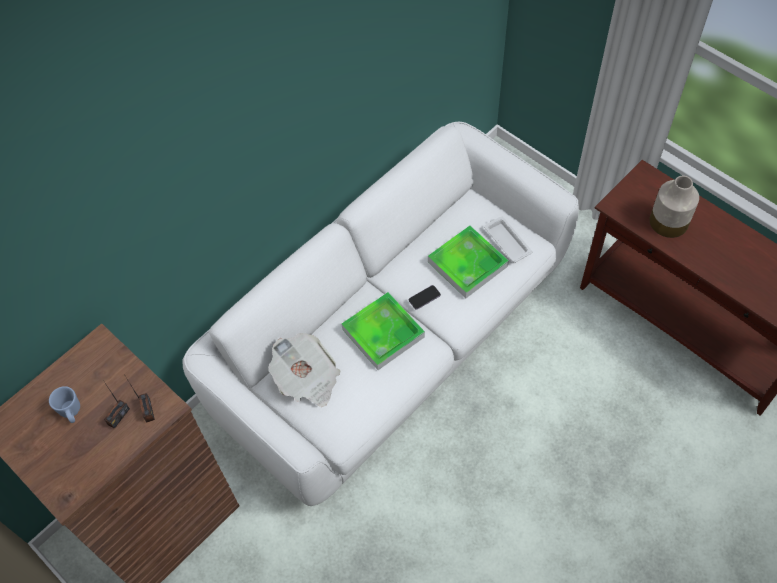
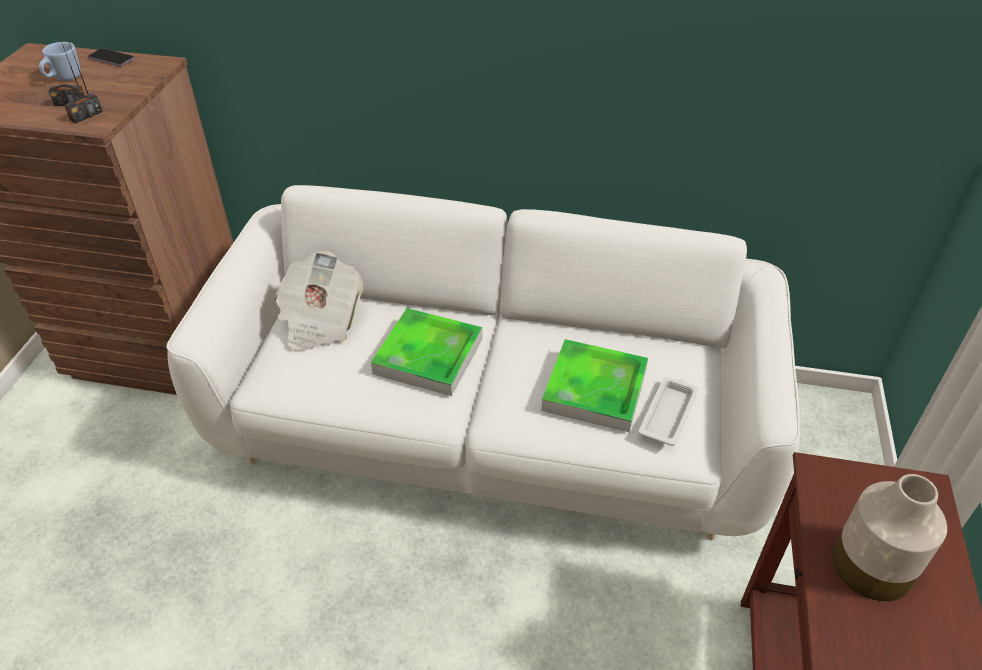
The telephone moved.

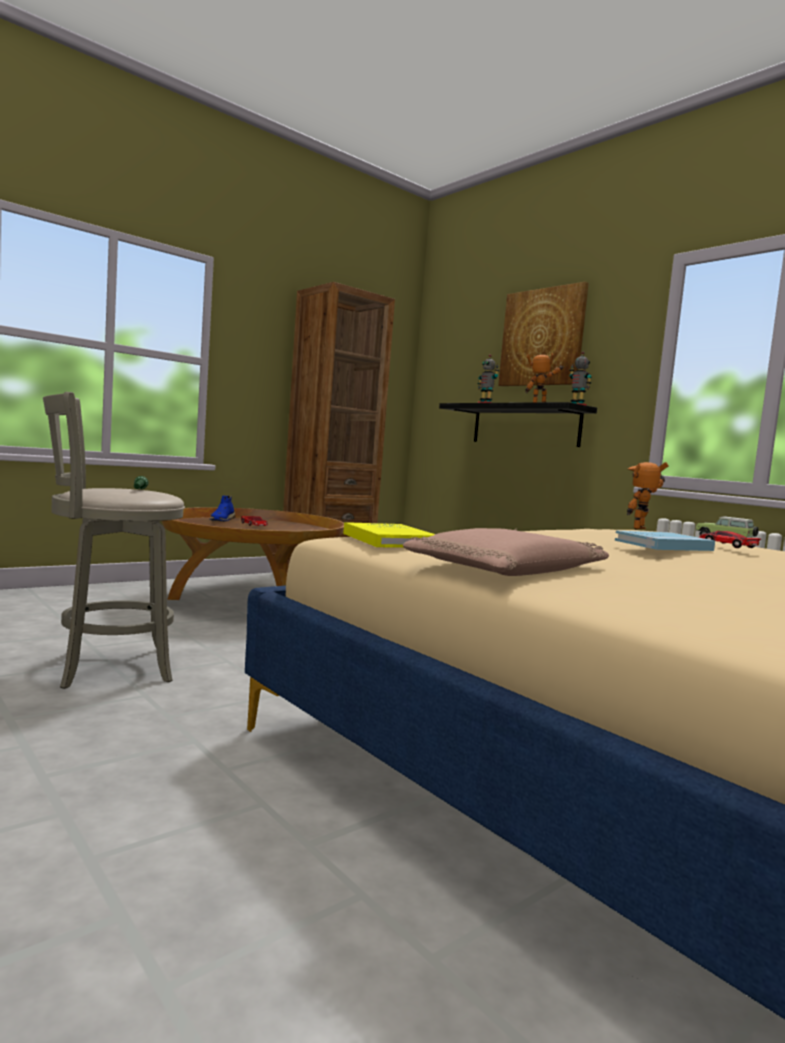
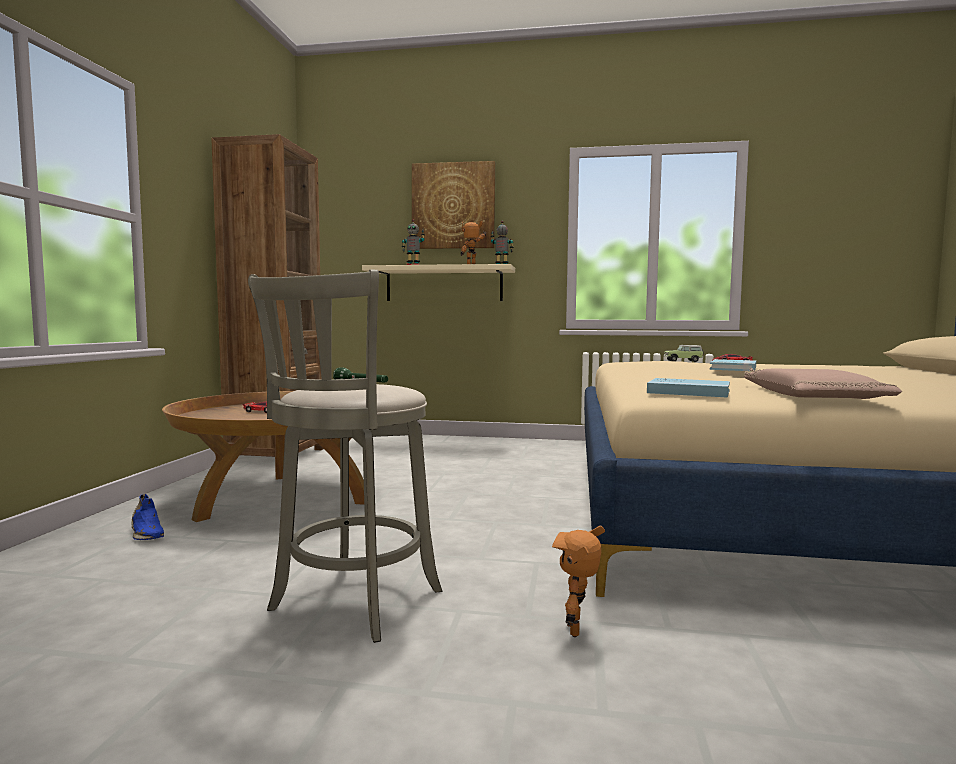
The low shoe (blue) moved. The shelf (black-coloured) became the shelf (sand-coloured). The robot figure (no. 4 from left) moved. The volume (yellow-coloured) became the volume (blue) (no. 1 from left).

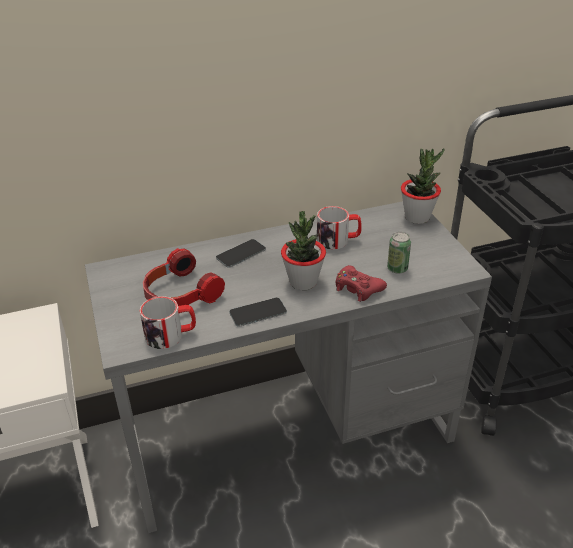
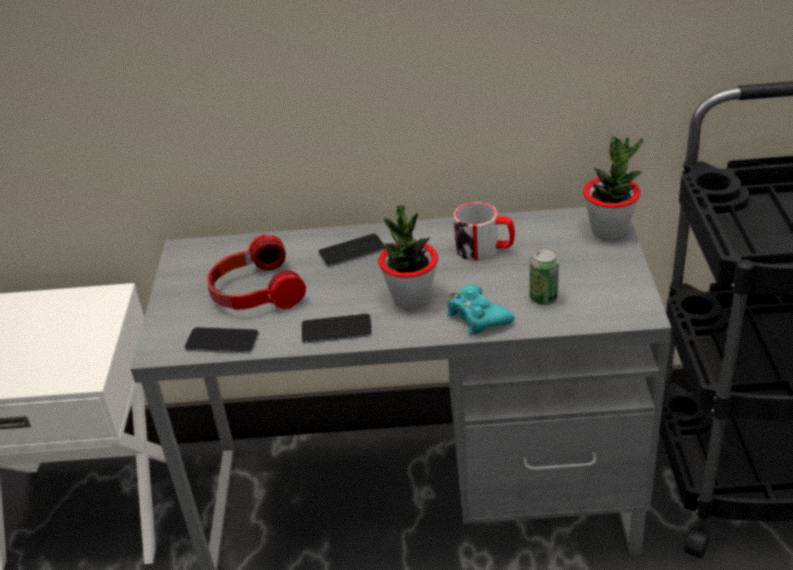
The mug (no. 1 from left) was replaced by the telephone (no. 1 from left). The joypad (reddish) became the joypad (turquoise).

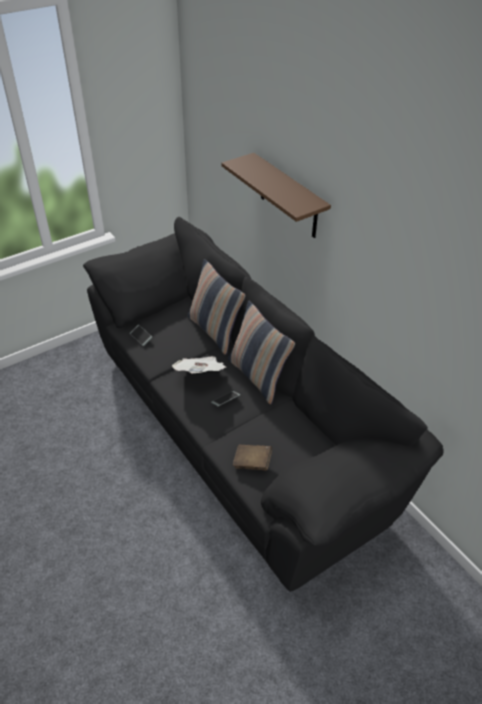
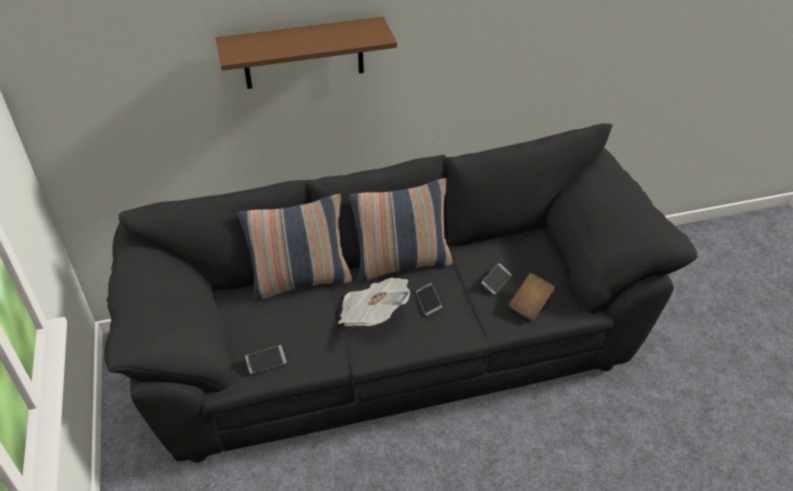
The telephone (no. 3 from left) appeared.

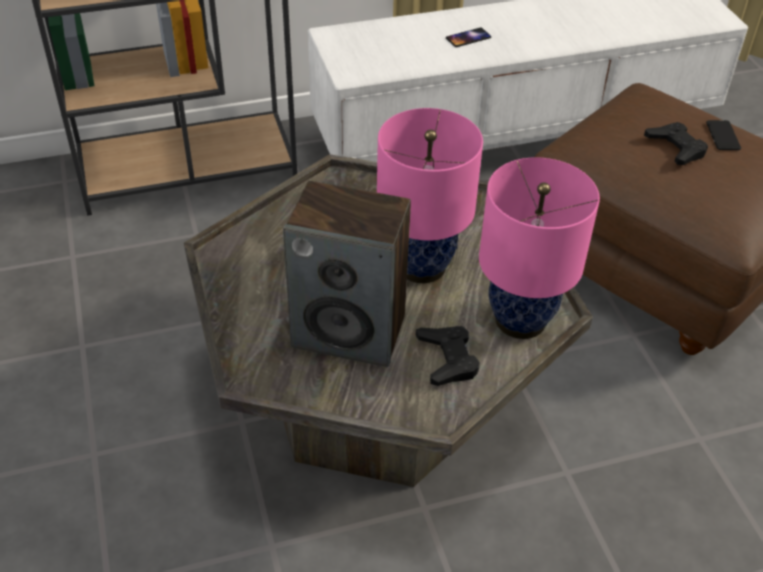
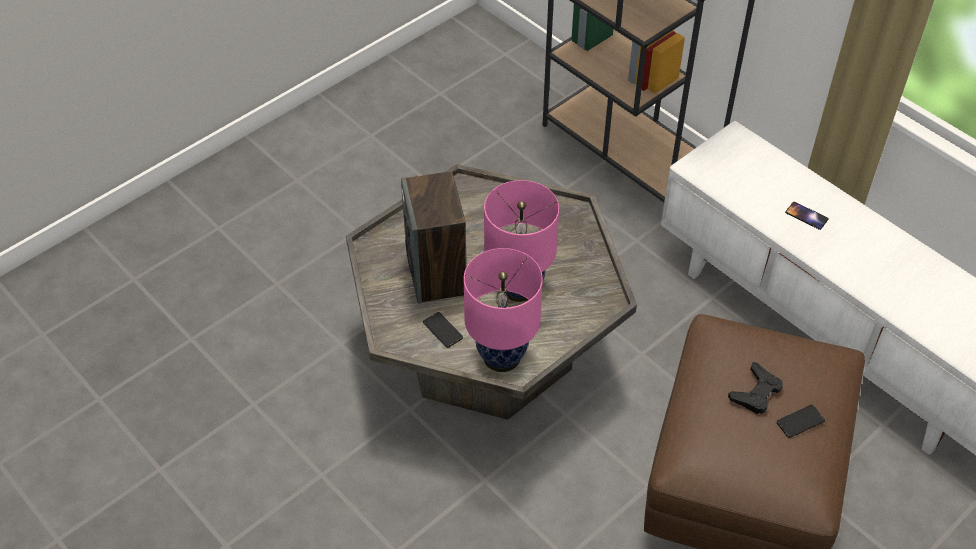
The joypad (black-coloured) (no. 1 from left) was replaced by the telephone (no. 1 from left).

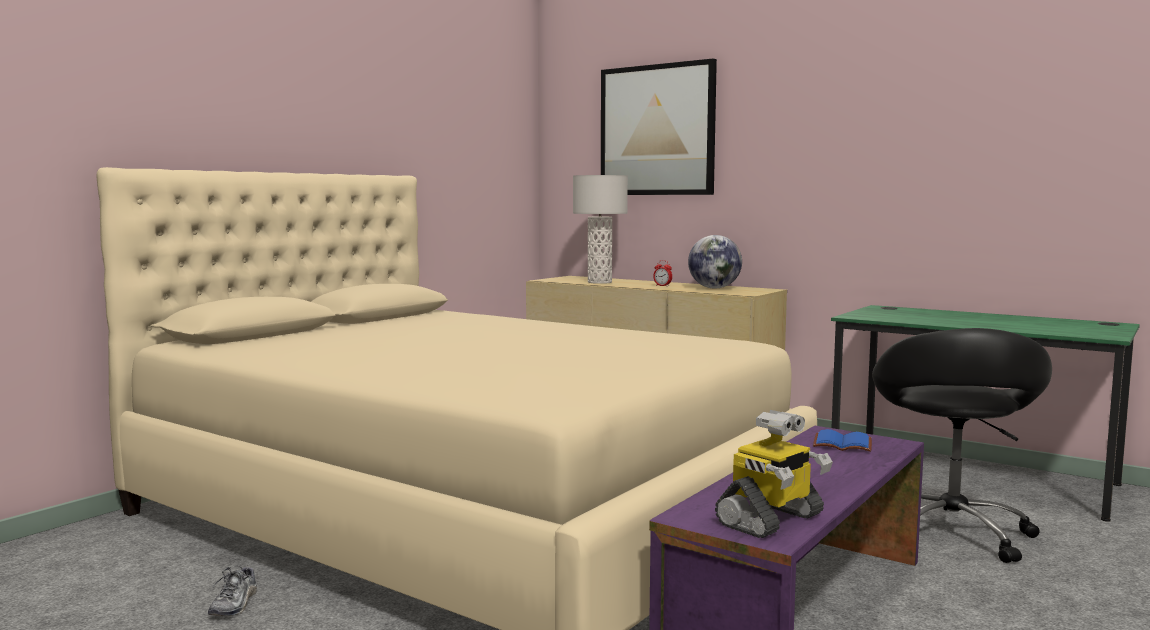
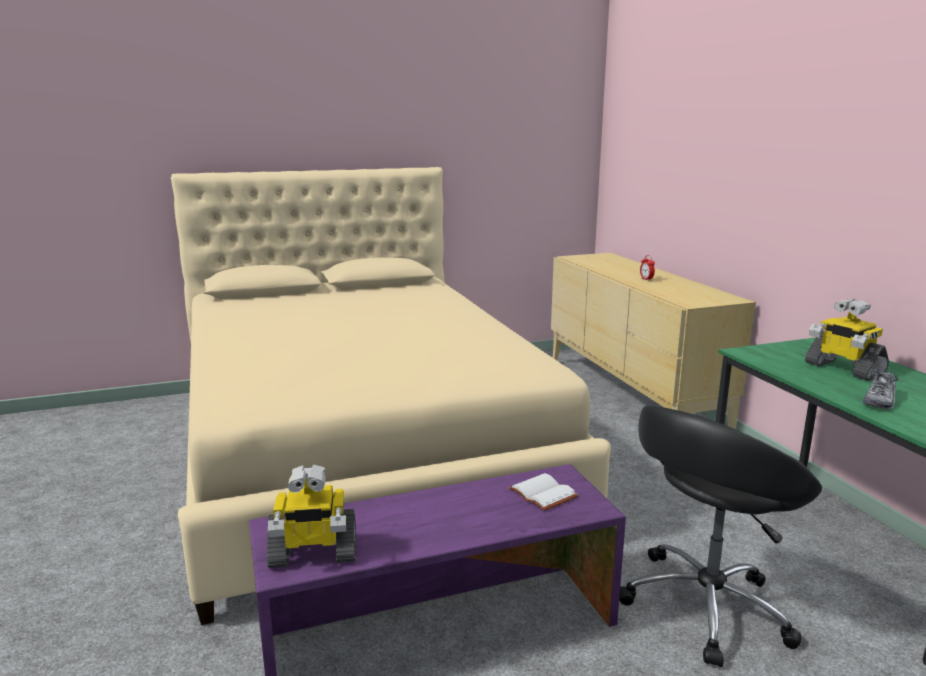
The volume (blue) became the volume (whitish). The robot figure (no. 2 from left) appeared. The low shoe moved. The lamp for a table (whitish) disappeared. The picture disappeared. The world globe disappeared.

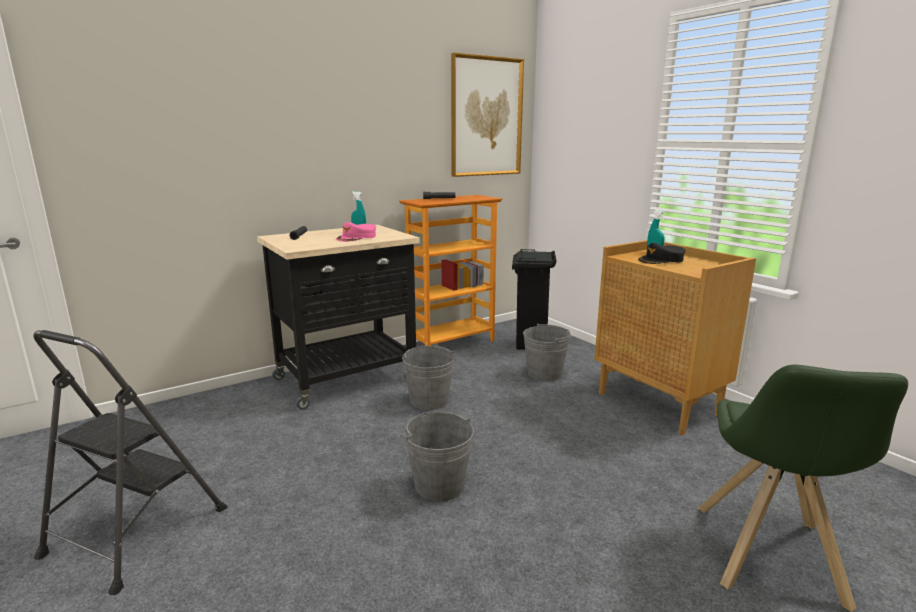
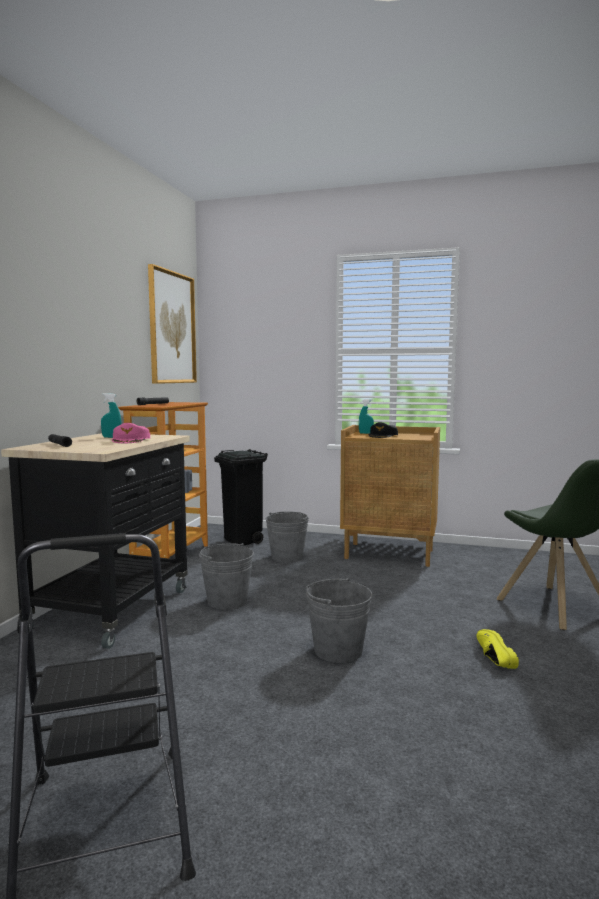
The low shoe (yellow-coloured) appeared.

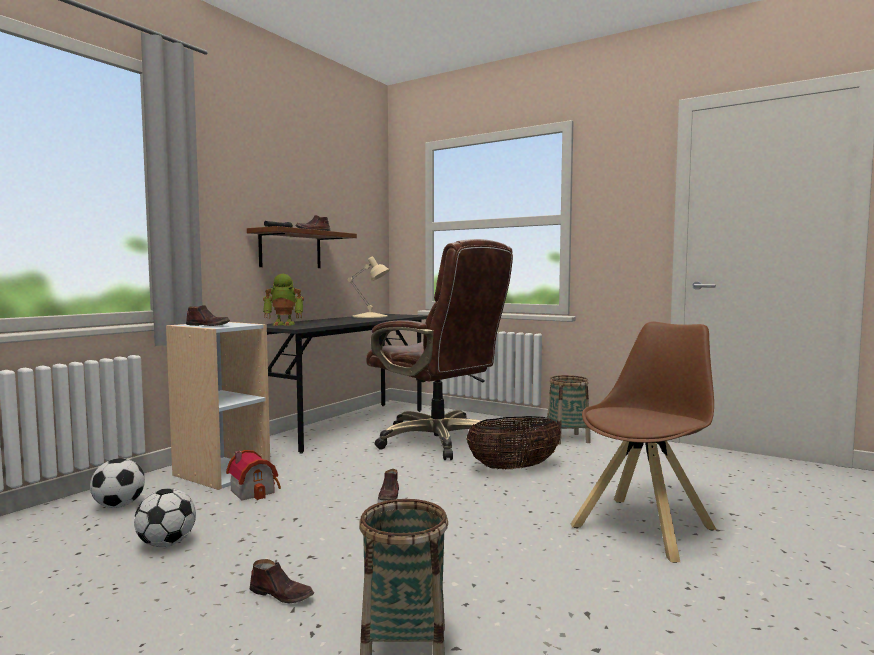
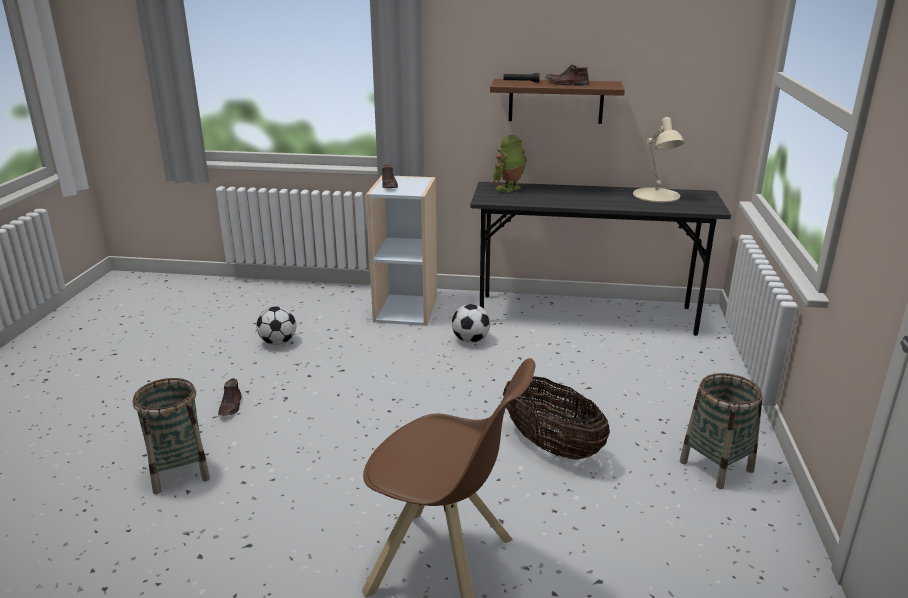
The ball for football (no. 1 from left in the first image) moved. The robot figure turned 75 degrees clockwise. The model house disappeared. The office chair (brown) disappeared. The low shoe (brown) (no. 4 from left) disappeared.

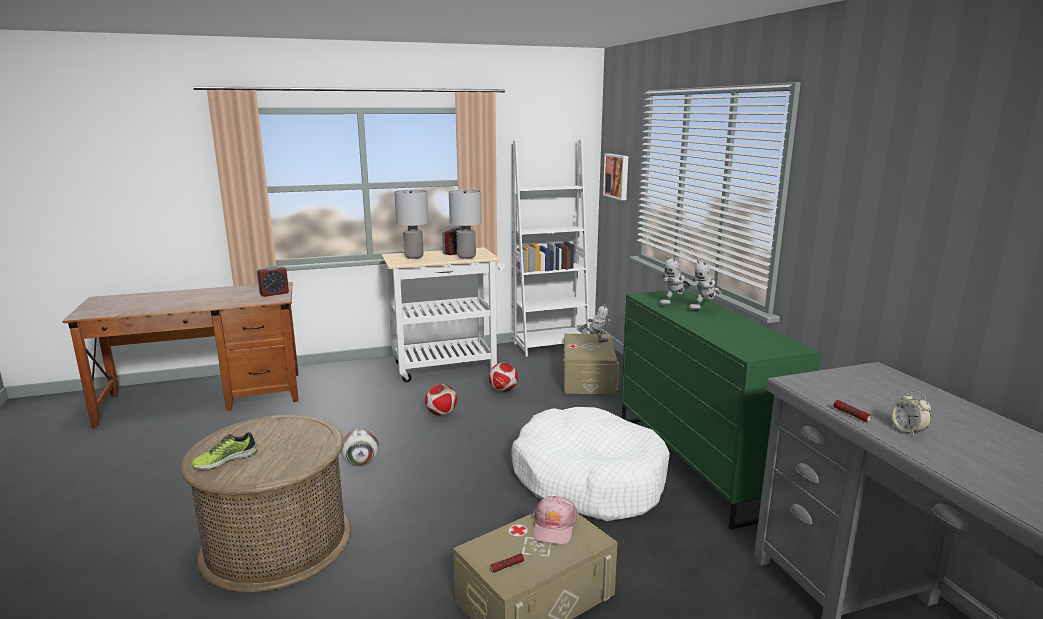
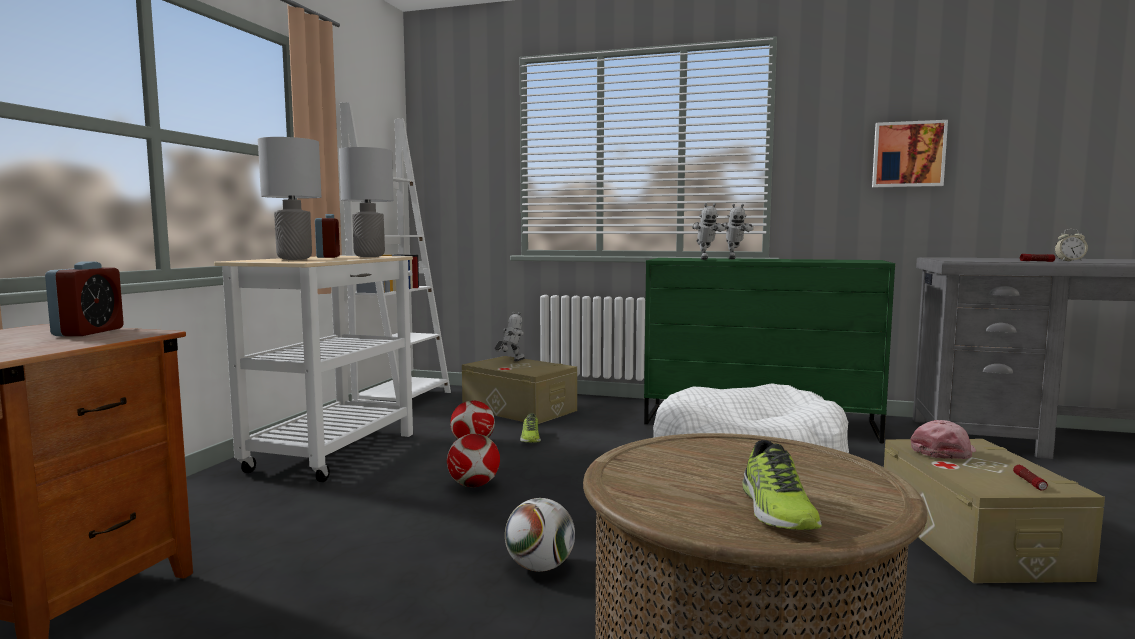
The low shoe (no. 1 from left) appeared. The picture moved. The baseball cap (pinkish) turned 90 degrees counterclockwise.

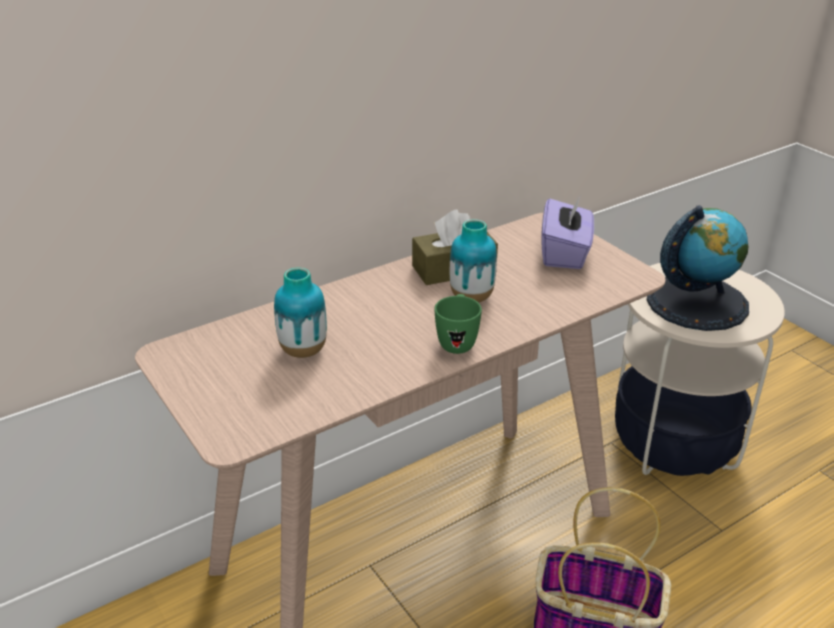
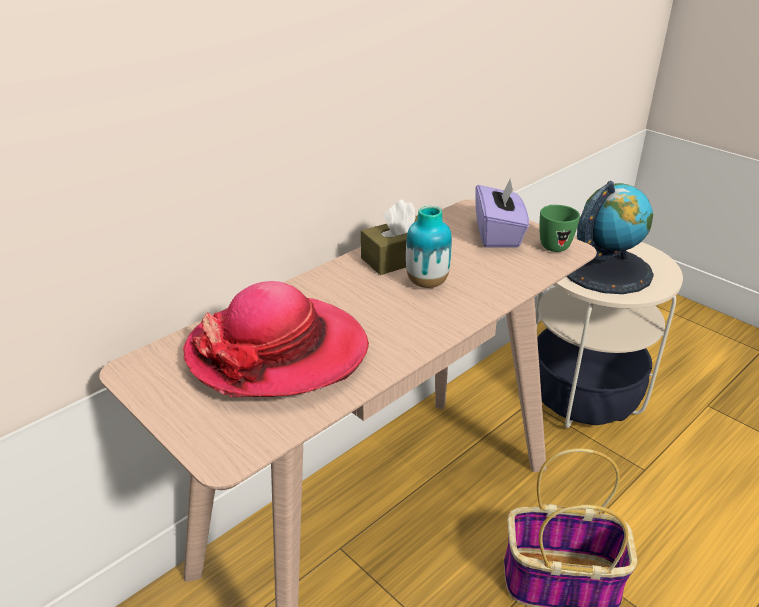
The flower vase (no. 1 from left) was replaced by the clothing hat. The mug (greenish) moved.

